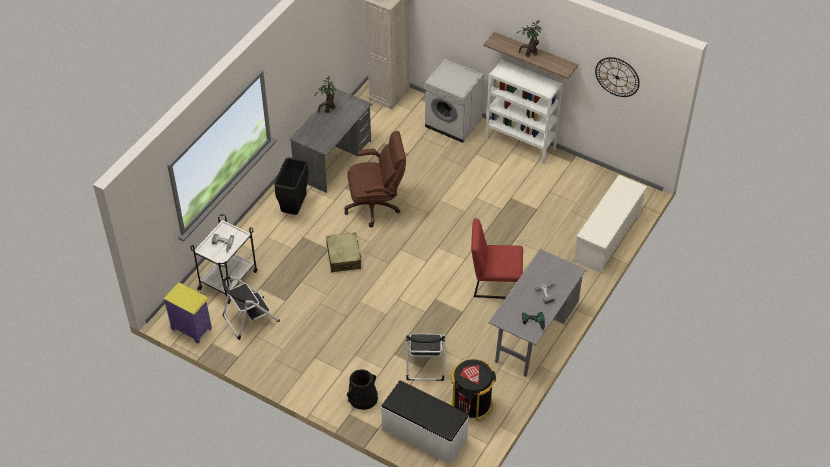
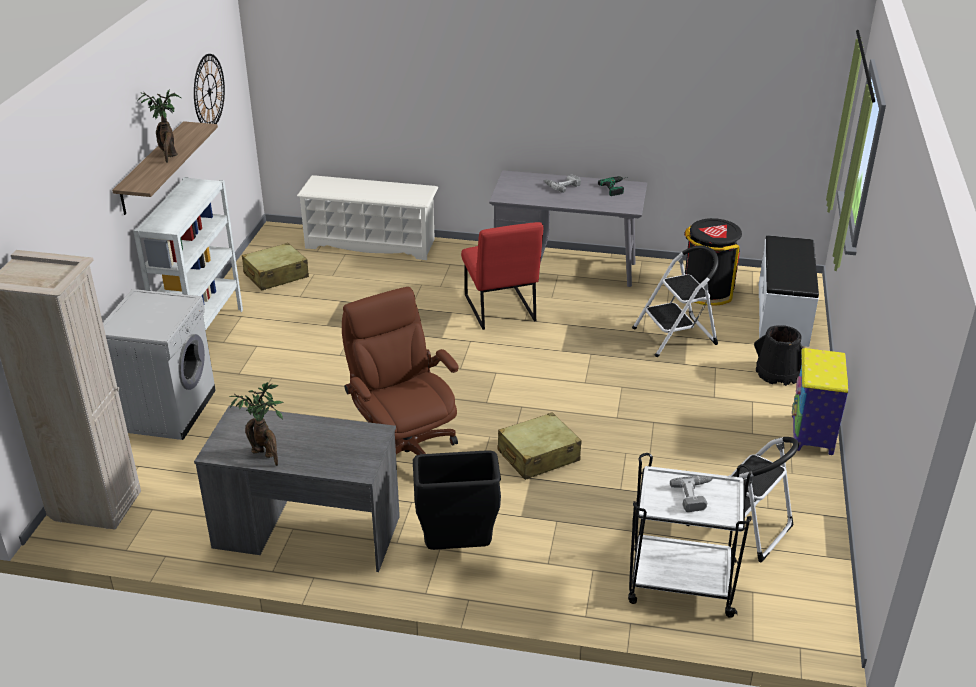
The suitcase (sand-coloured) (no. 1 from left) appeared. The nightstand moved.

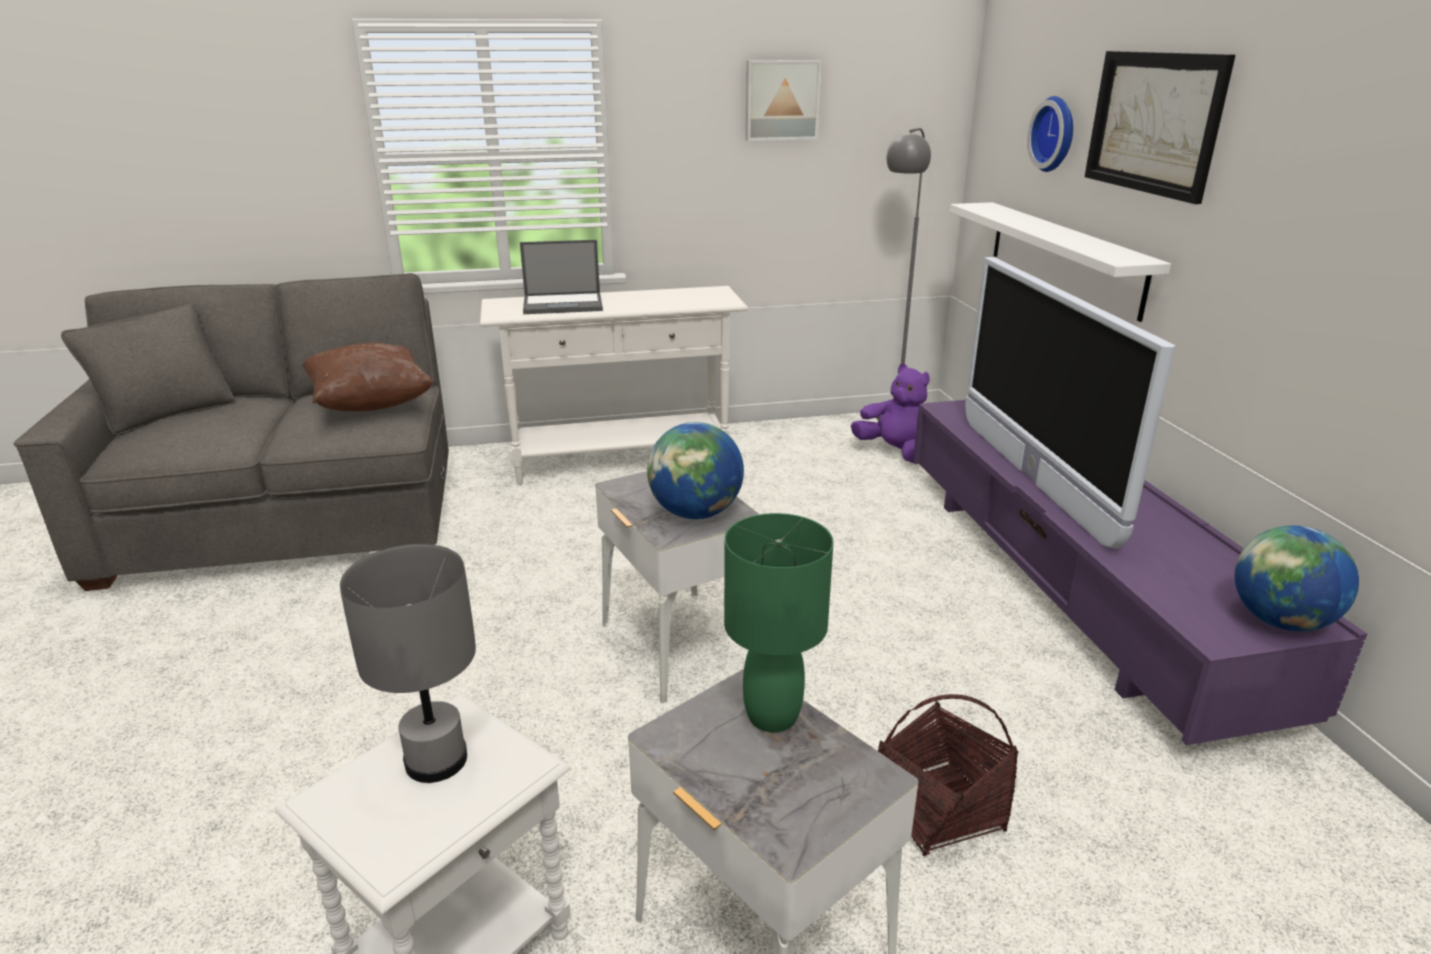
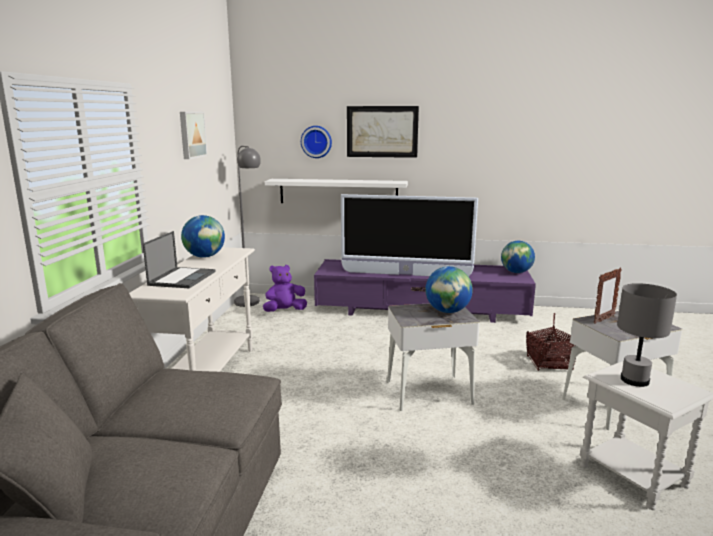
The world globe (no. 1 from left) appeared. The lamp for a table (greenish) was replaced by the picture frame. The pillow (brown) disappeared.

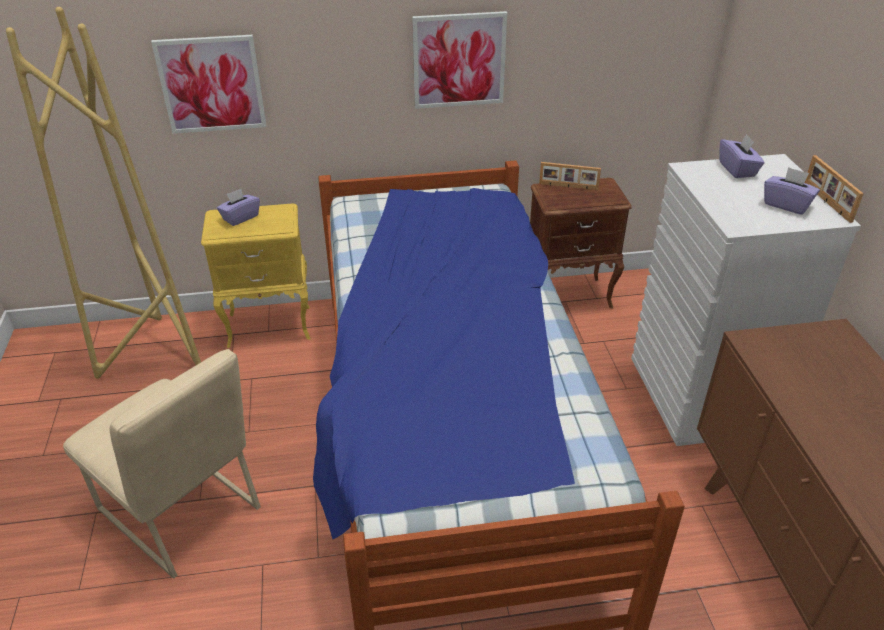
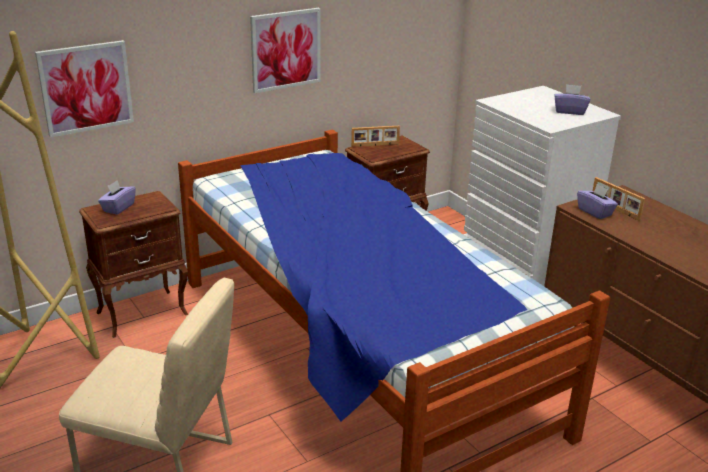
The nightstand (yellow-coloured) became the nightstand (brown) (no. 1 from left). The tissue holder (purplish) (no. 2 from left in the first image) moved. The picture frame (no. 2 from left) moved.

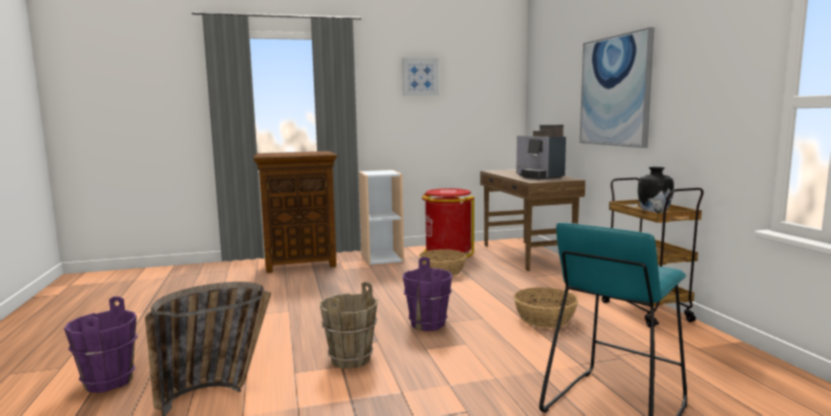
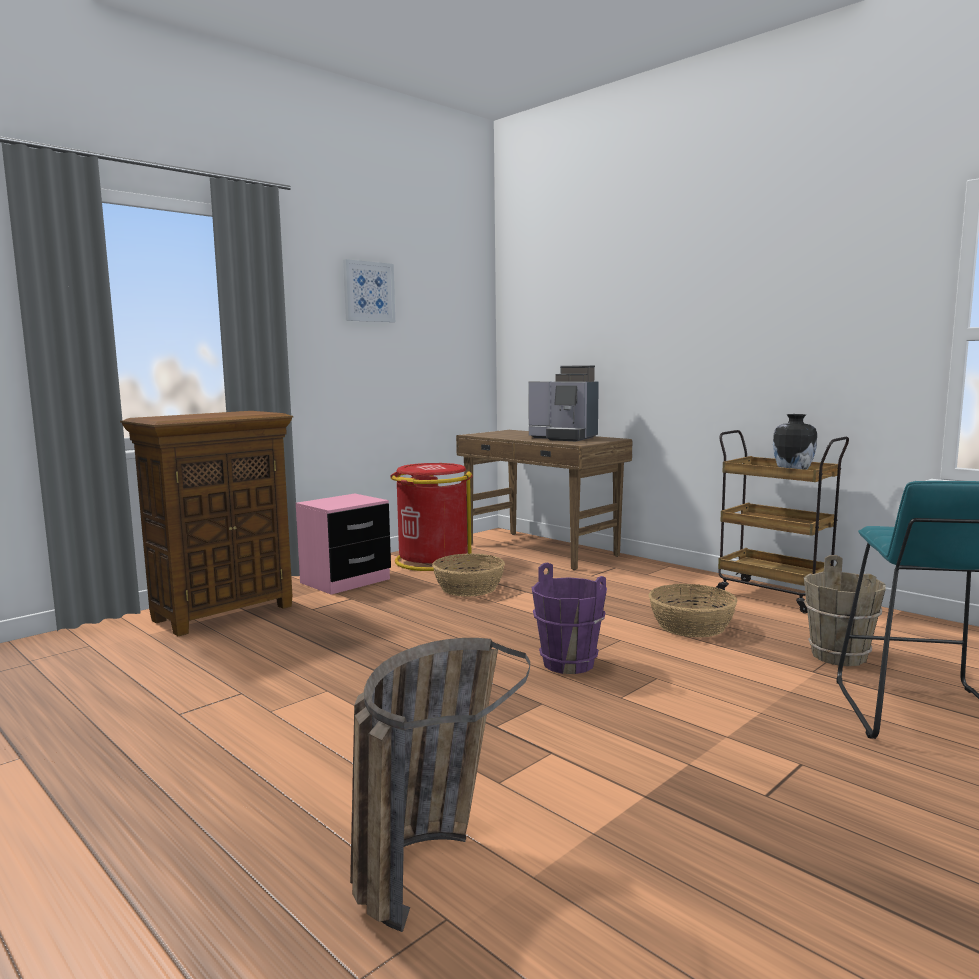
The bookshelf was replaced by the nightstand (pinkish). The water bucket (brown) moved. The water bucket (purplish) (no. 1 from left) disappeared. The picture (no. 2 from left) disappeared.

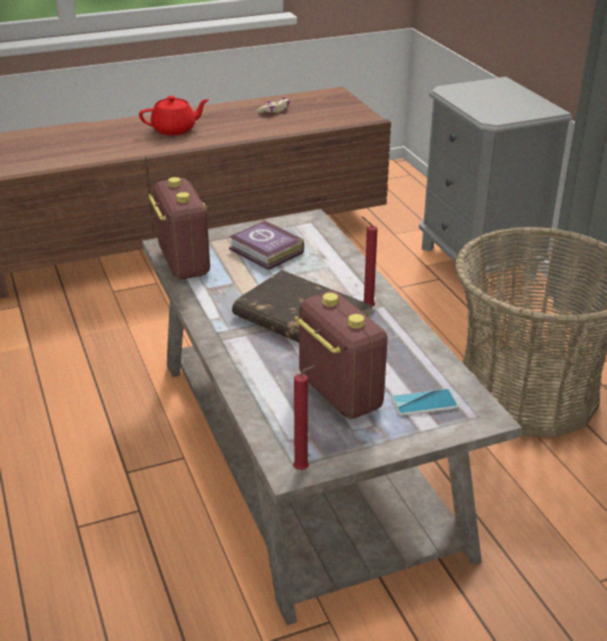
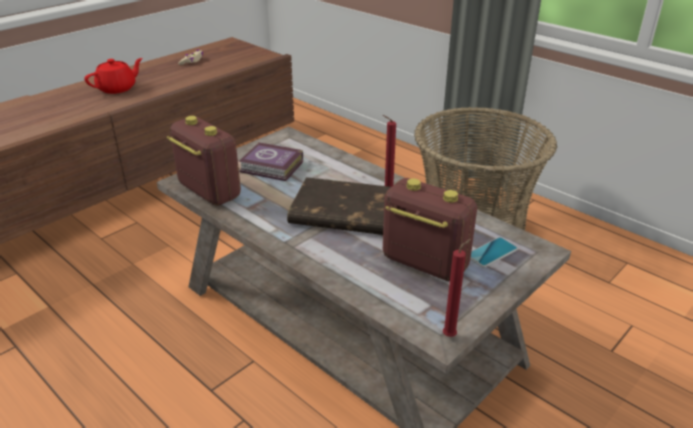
The nightstand (grey) disappeared.

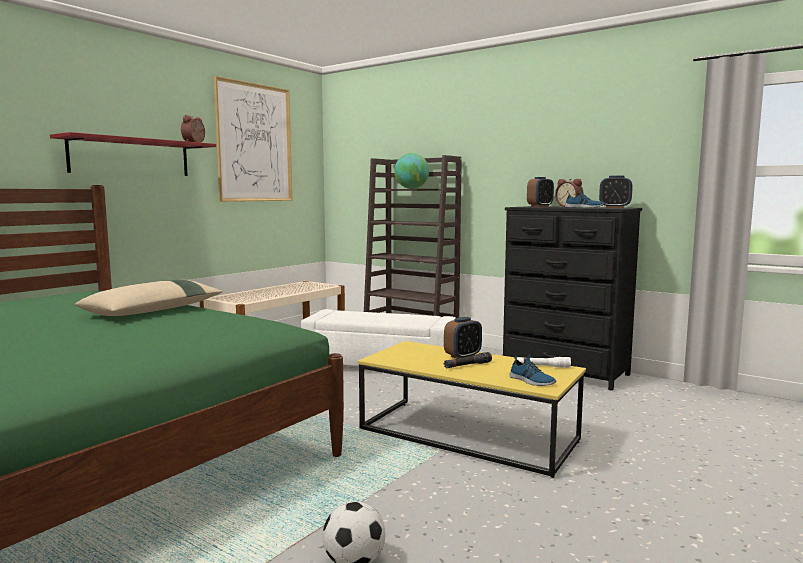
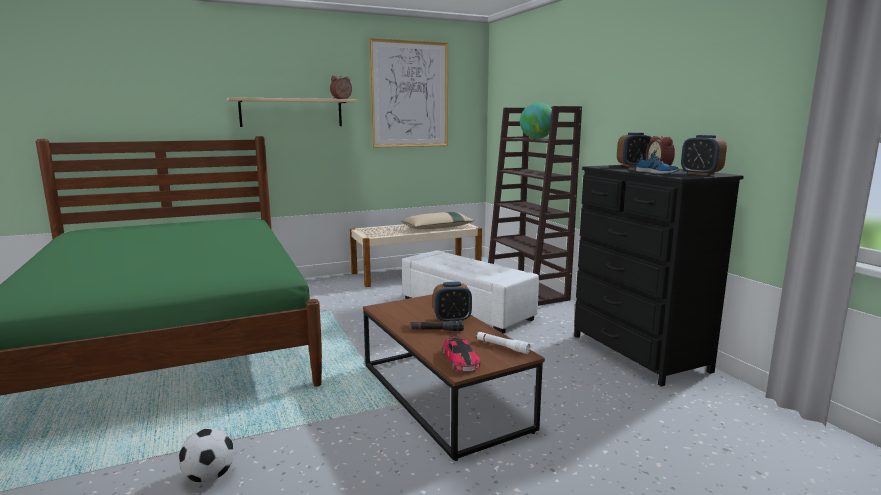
The shelf (reddish) became the shelf (sand-coloured). The coffee table (yellow-coloured) became the coffee table (brown). The pillow (sand-coloured) moved. The low shoe (no. 1 from left) was replaced by the toy car.

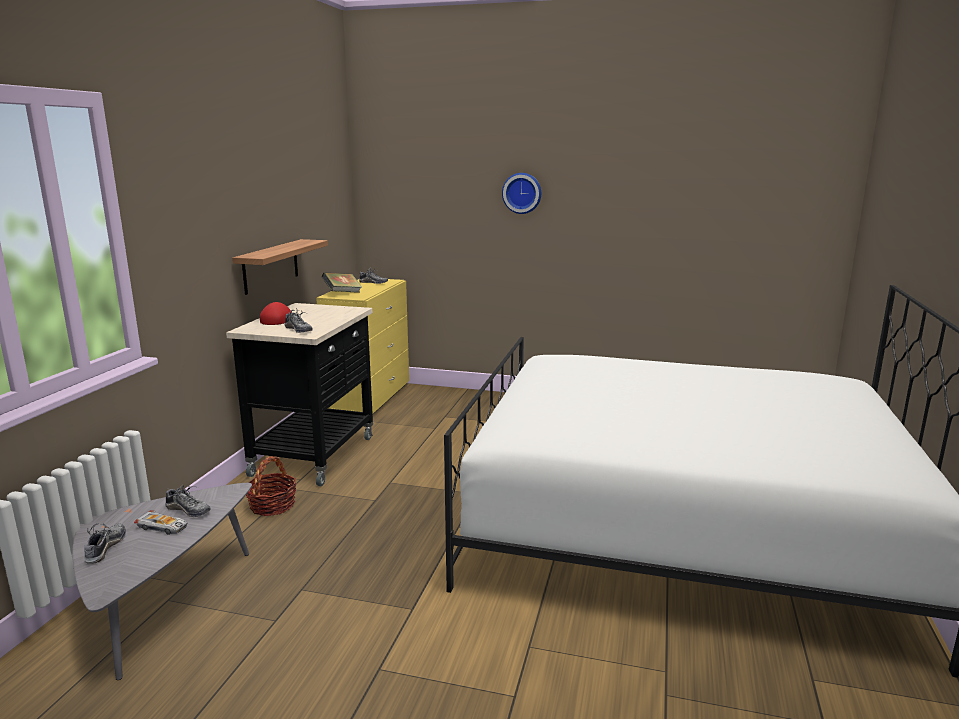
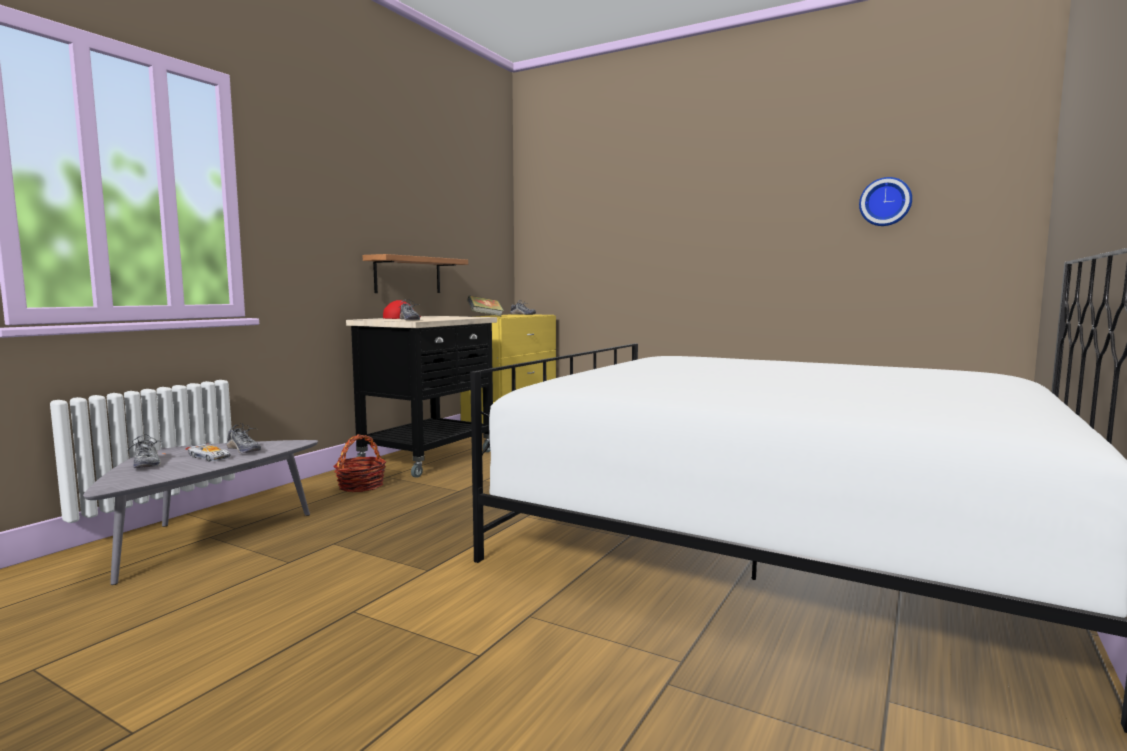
The low shoe (no. 1 from left) turned 135 degrees clockwise. The wall clock moved.

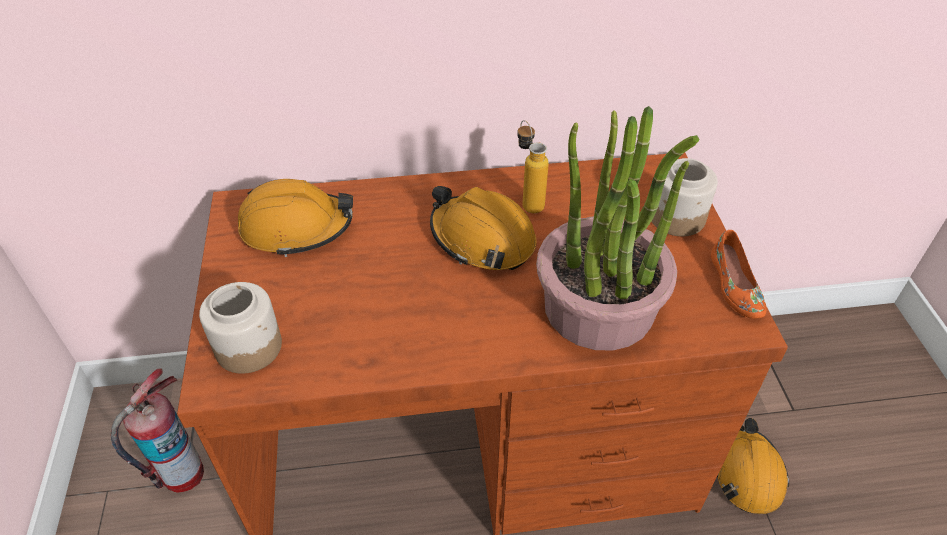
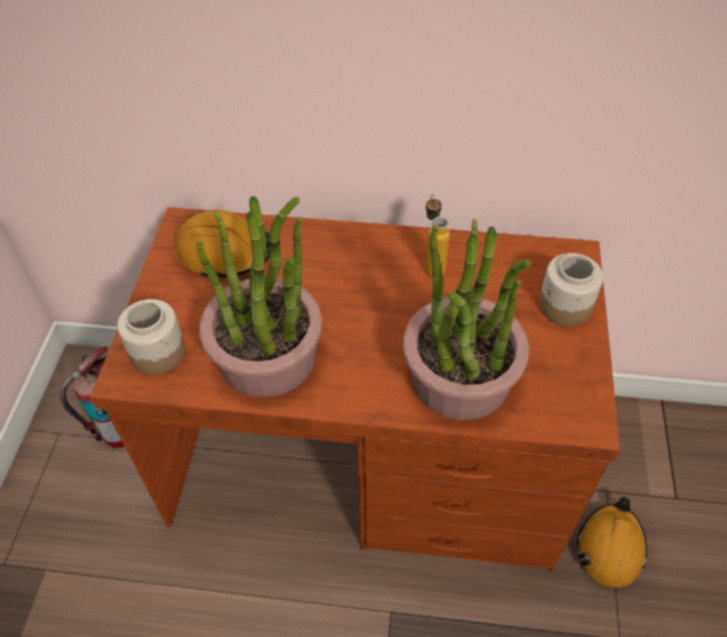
The houseplant (no. 1 from left) appeared. The work helmet (orange-coloured) (no. 2 from left) disappeared. The low shoe (orange-coloured) disappeared.

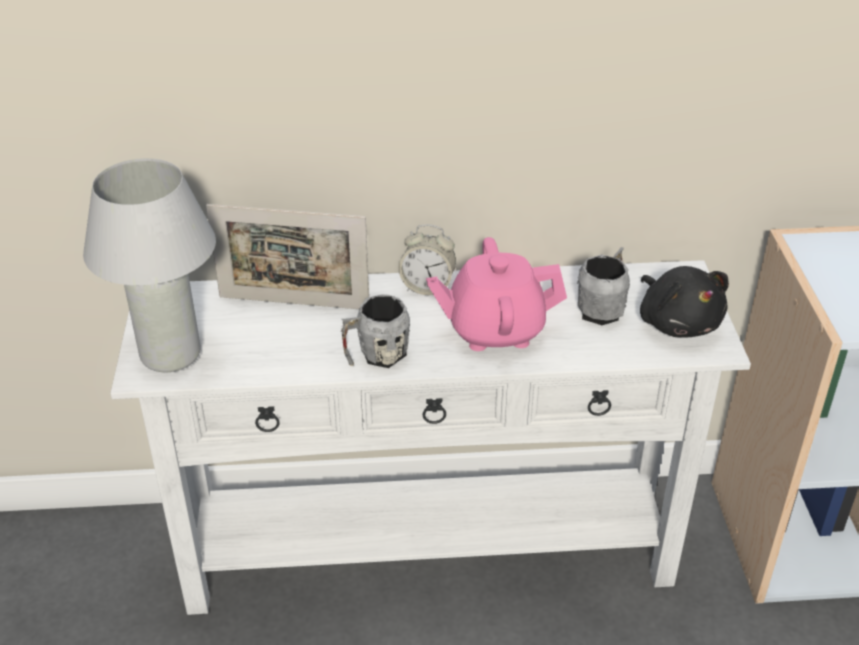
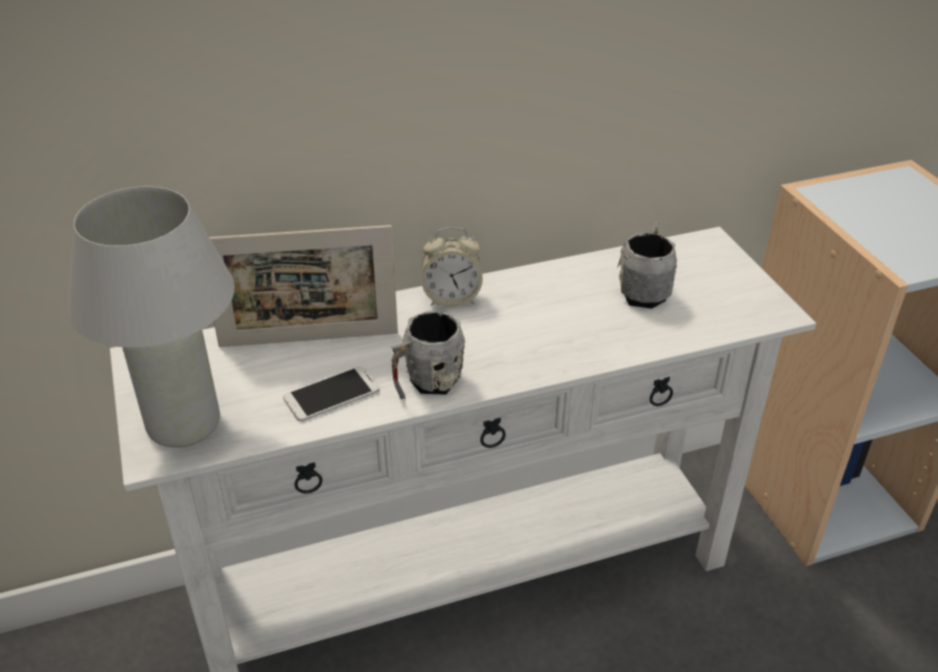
The telephone appeared. The teapot (pinkish) disappeared. The cuddly toy (black-coloured) disappeared.

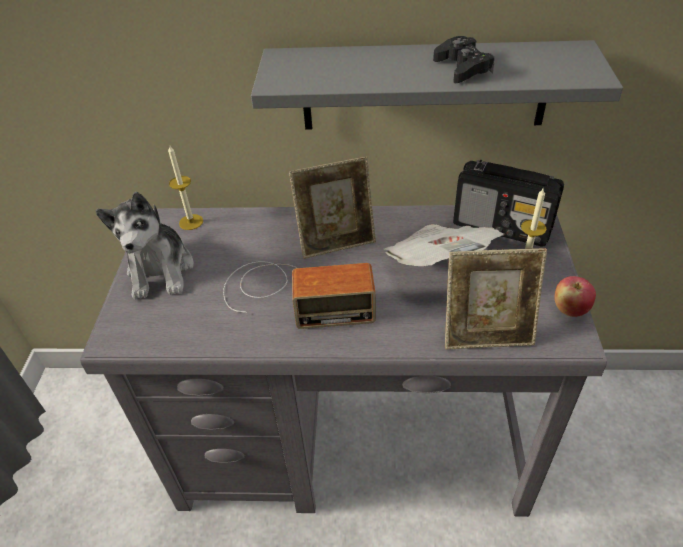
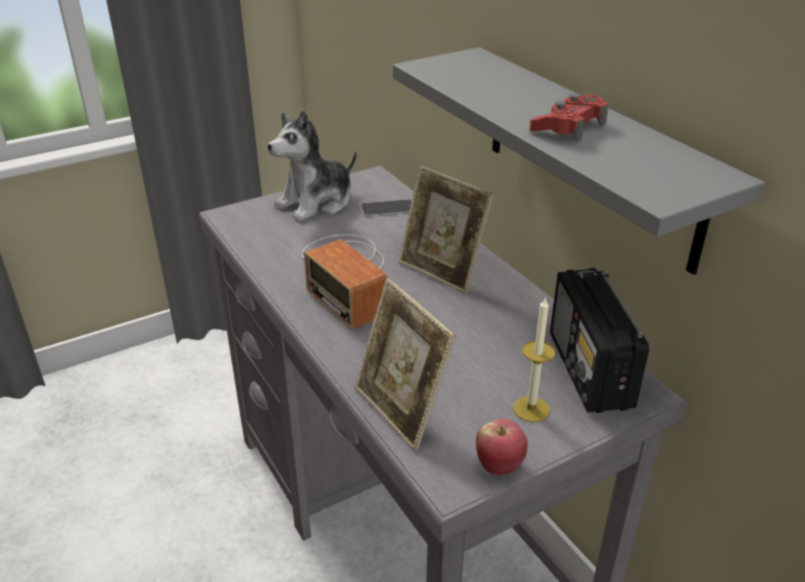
The telephone appeared. The joypad (black-coloured) became the joypad (reddish). The wax candle (no. 1 from left) disappeared. The printed paper disappeared.

